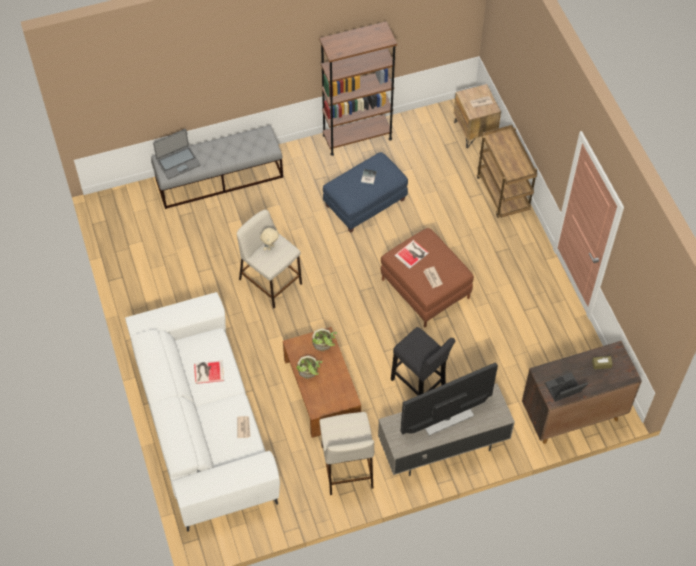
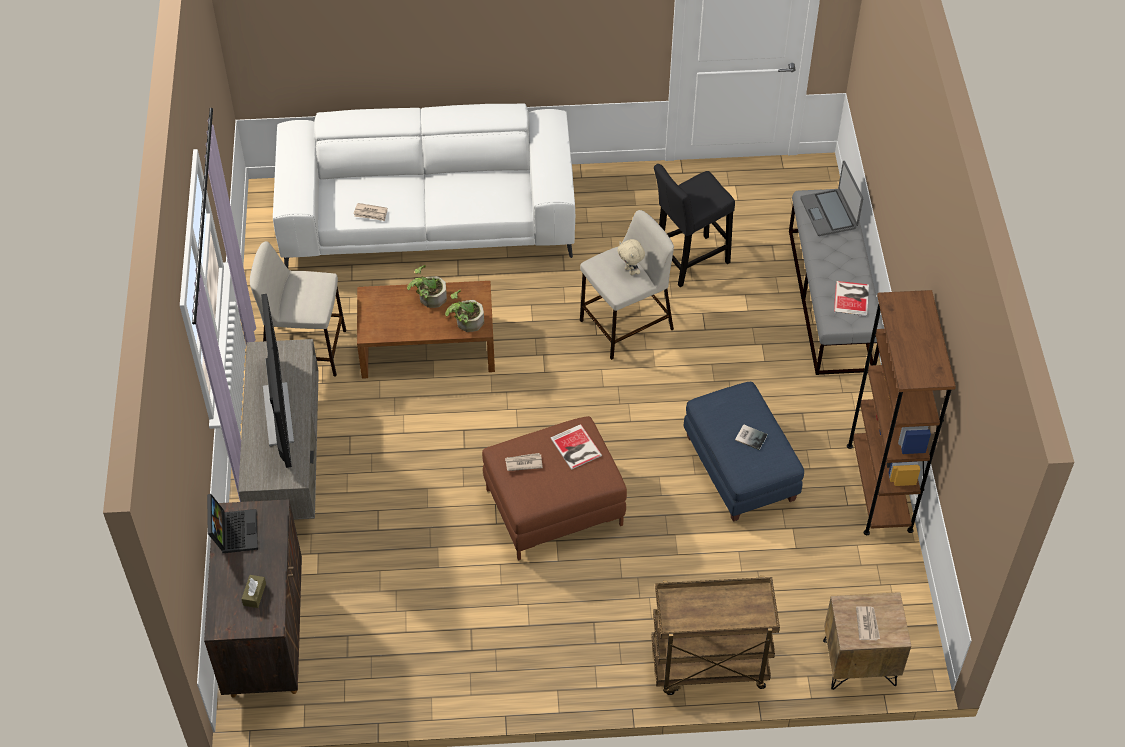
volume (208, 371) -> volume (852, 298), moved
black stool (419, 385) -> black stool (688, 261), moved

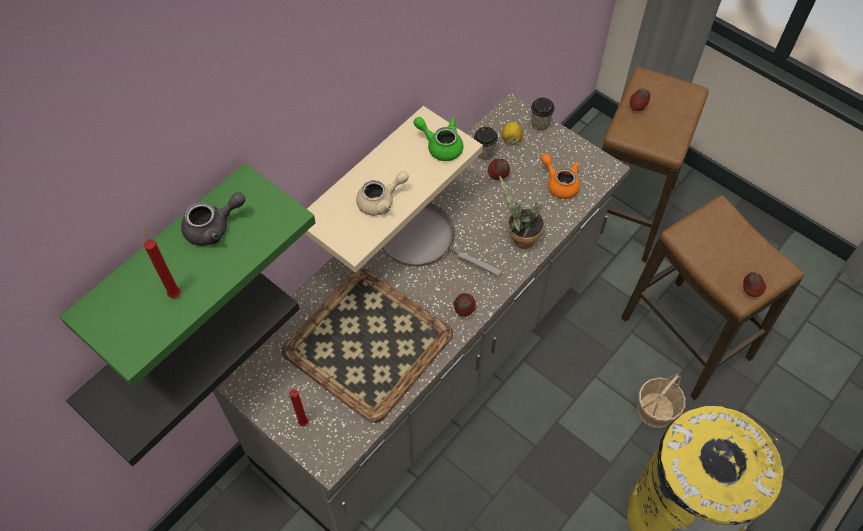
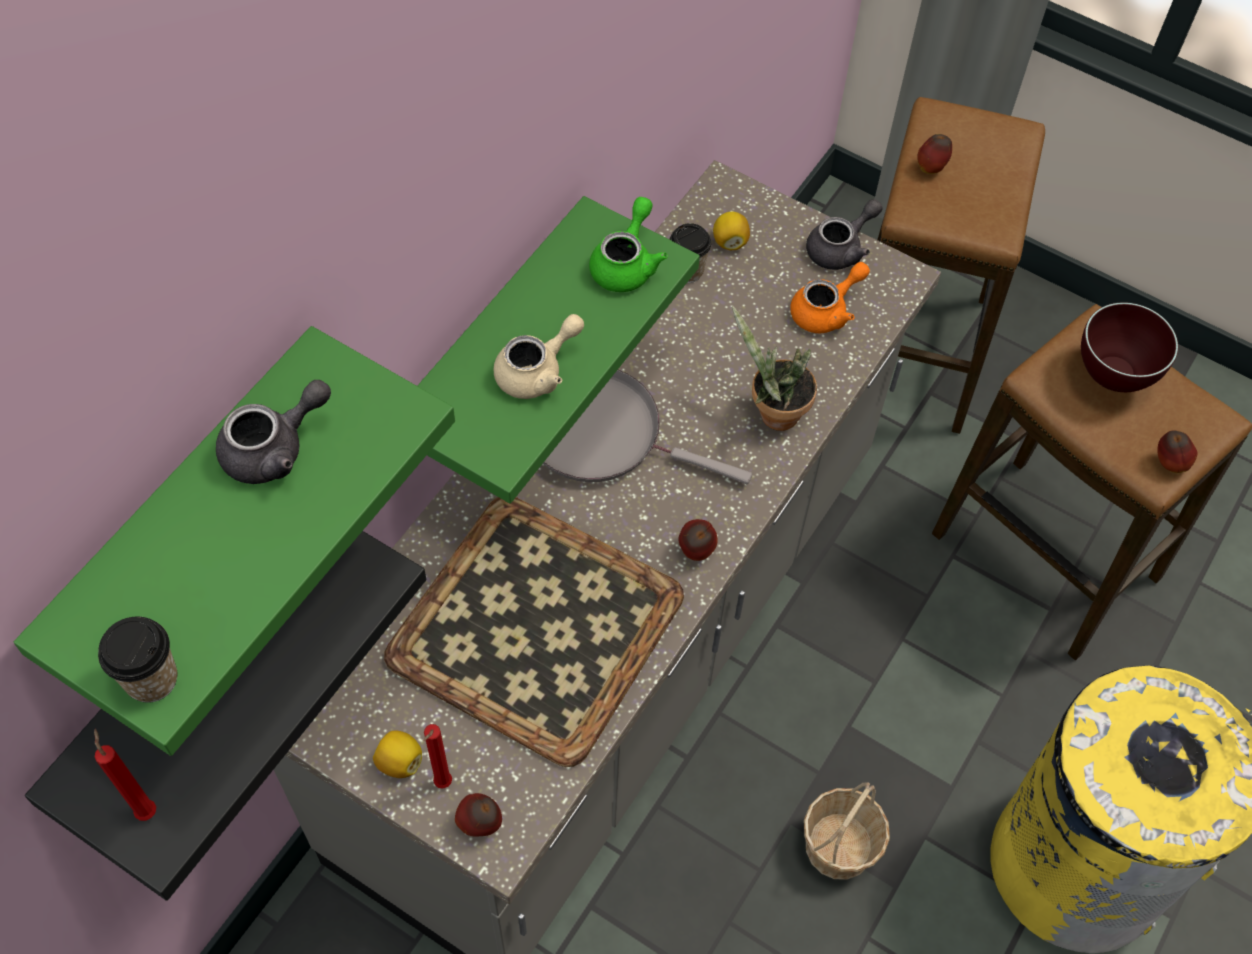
reddish candle (175, 293) -> reddish candle (146, 809), moved
sand-coloured bracket shelf (363, 180) -> greenish bracket shelf (492, 338)
greenish pot for tea (440, 146) -> greenish pot for tea (626, 264), 90 degrees clockwise
apple fruit (498, 177) -> apple fruit (480, 824), moved
drinking cup (540, 124) -> drinking cup (151, 679), moved
orangey pot for tea (560, 183) -> orangey pot for tea (826, 311), 105 degrees clockwise
household basket (656, 410) -> household basket (839, 846), moved
none -> whole lemon (399, 761)
none -> greyish pot for tea (840, 248)
none -> brown deep dish (1111, 375)

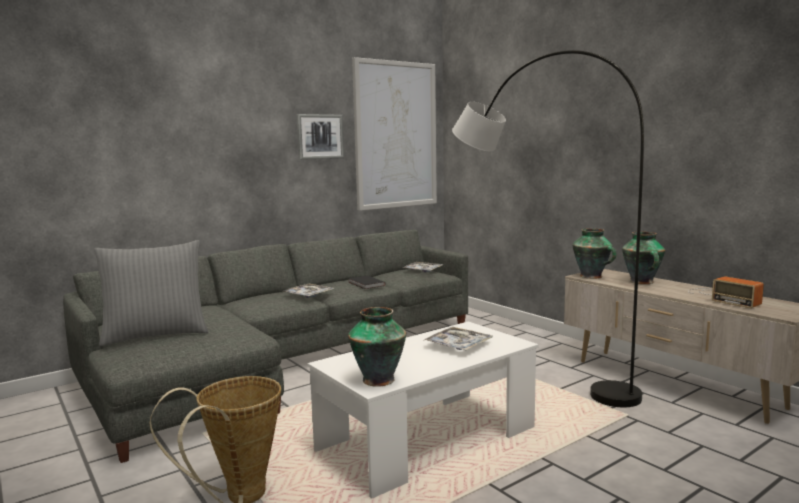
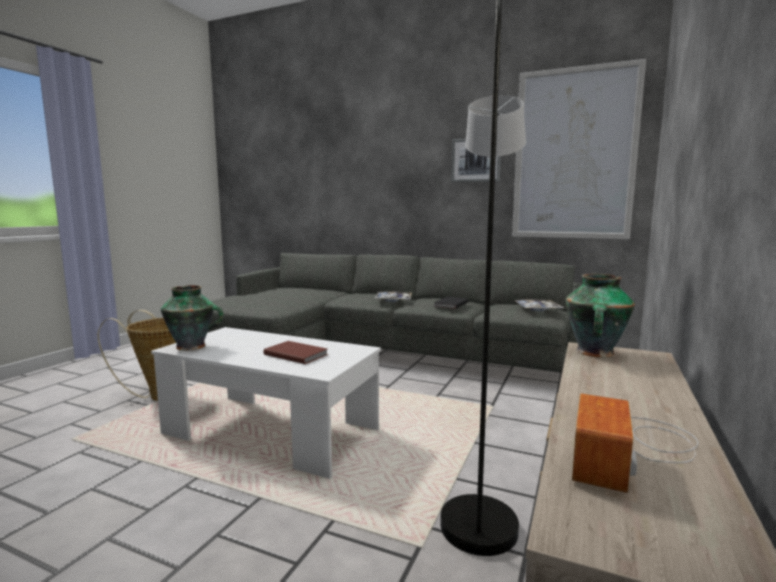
greyish cushion (156, 335) -> none
serving tray (458, 345) -> brown volume (296, 354)
decorative vase (642, 282) -> none

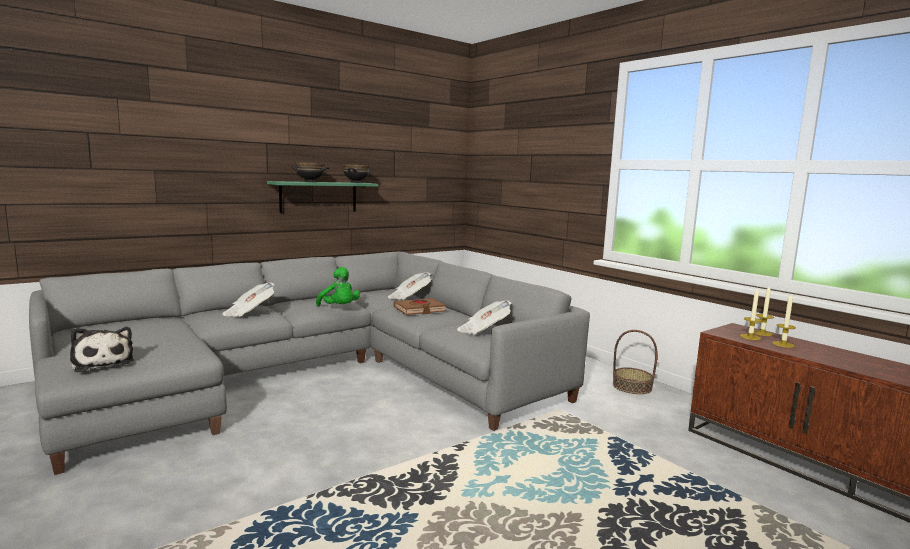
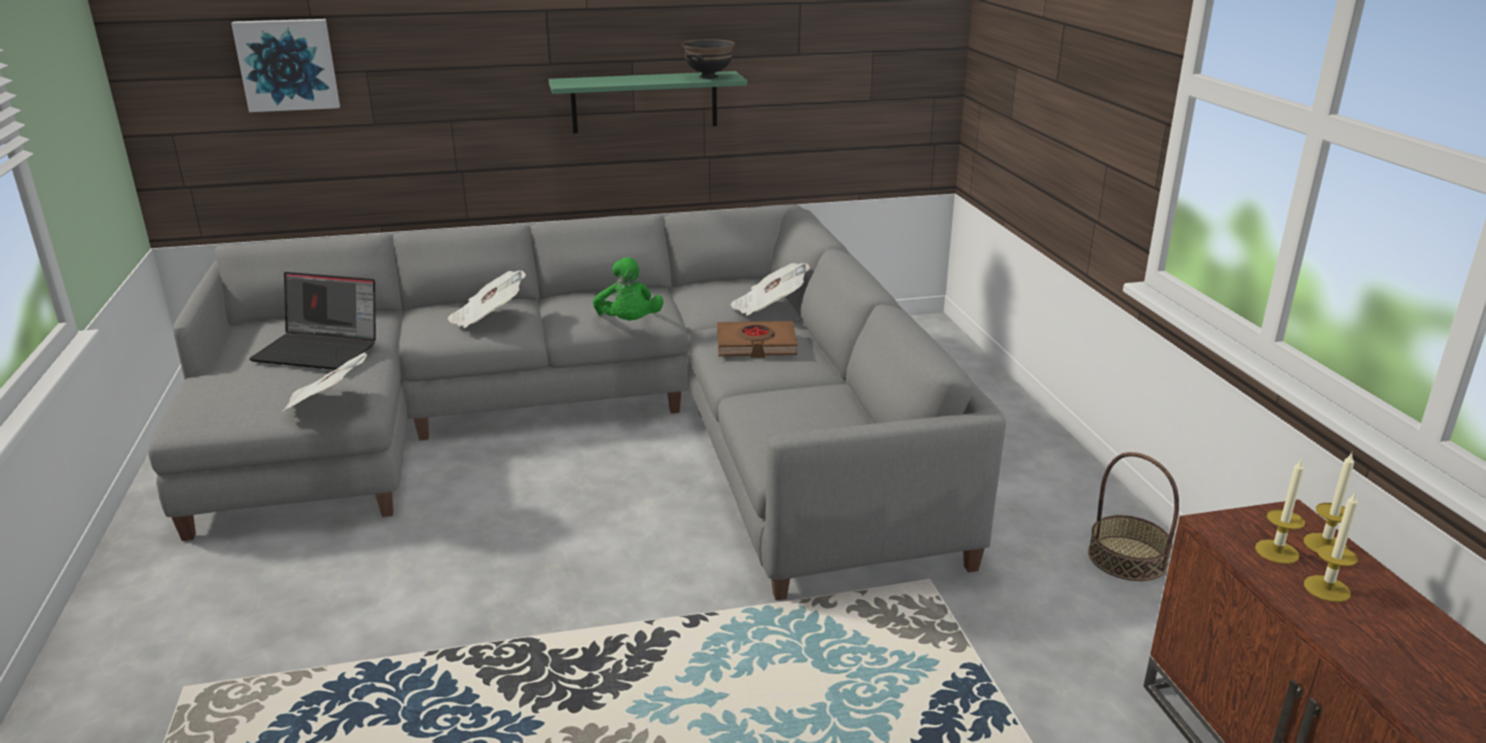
plush toy (102, 362) -> none
black deep dish (310, 182) -> none
newspaper (483, 331) -> newspaper (328, 403), moved
none -> wall picture (288, 64)
none -> portable computer (321, 350)

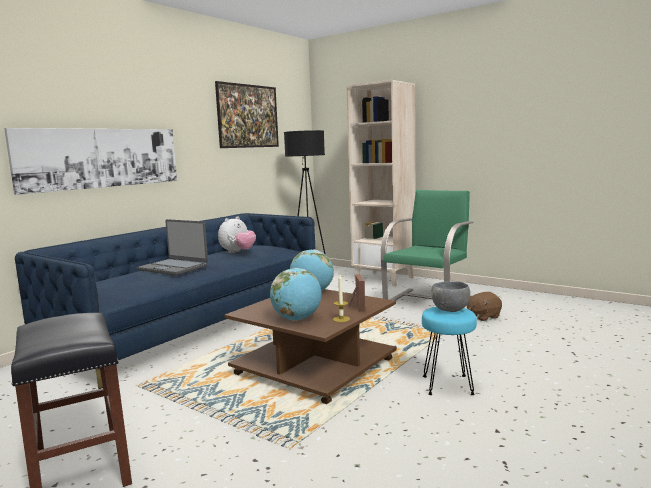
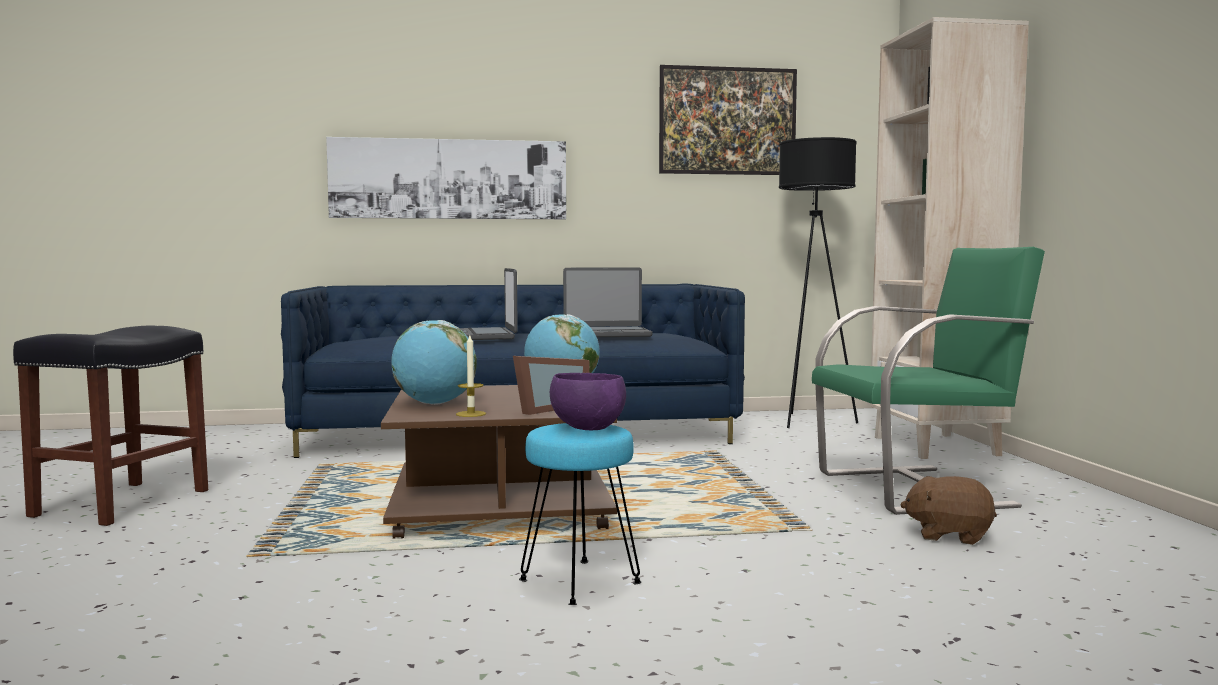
plush toy (237, 252) -> portable computer (606, 334)
greyish deep dish (450, 310) -> purple deep dish (588, 429)

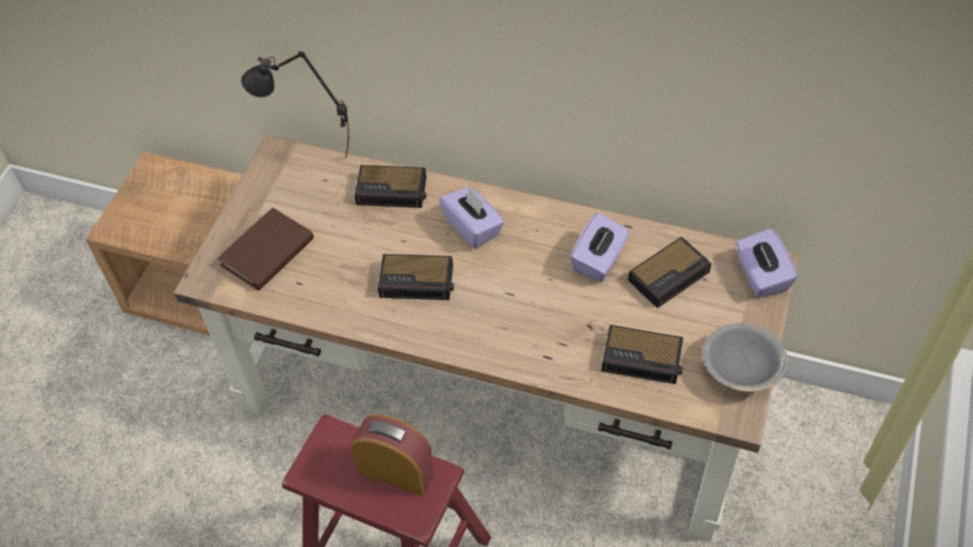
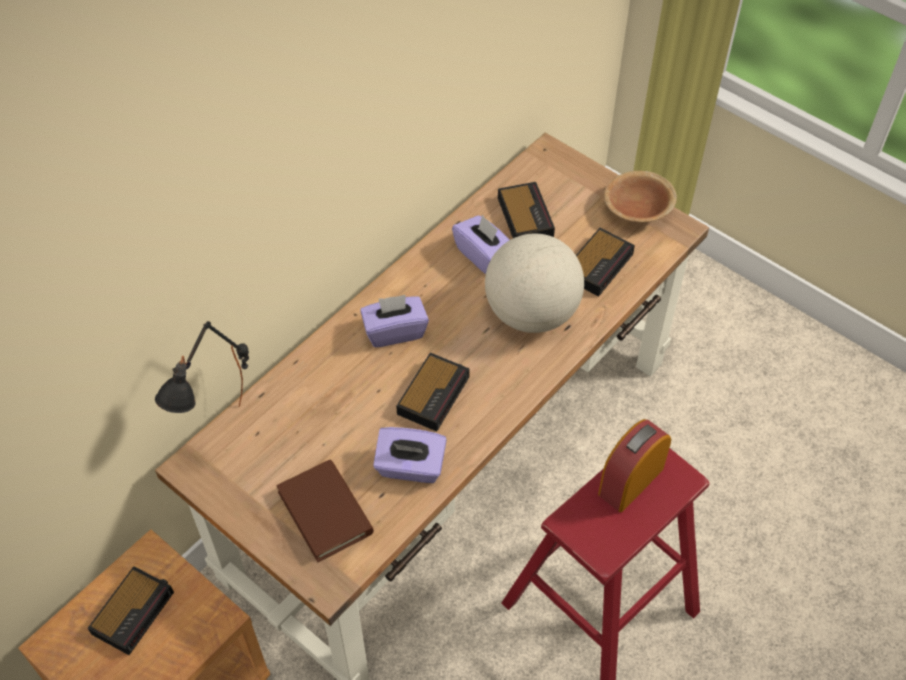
alarm clock (393, 191) -> alarm clock (134, 611), moved
greyish deep dish (741, 369) -> brown deep dish (637, 210)
purple box of tissues (761, 276) -> purple box of tissues (410, 467), moved
none -> globe (531, 313)

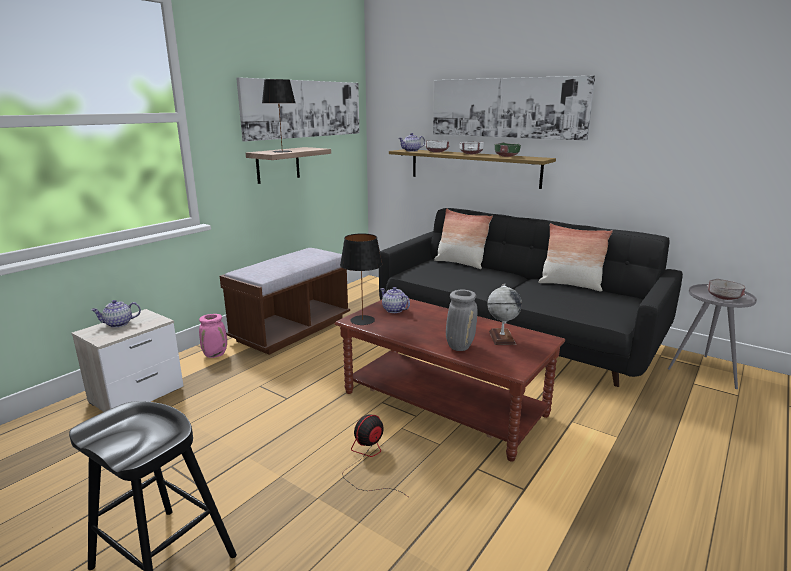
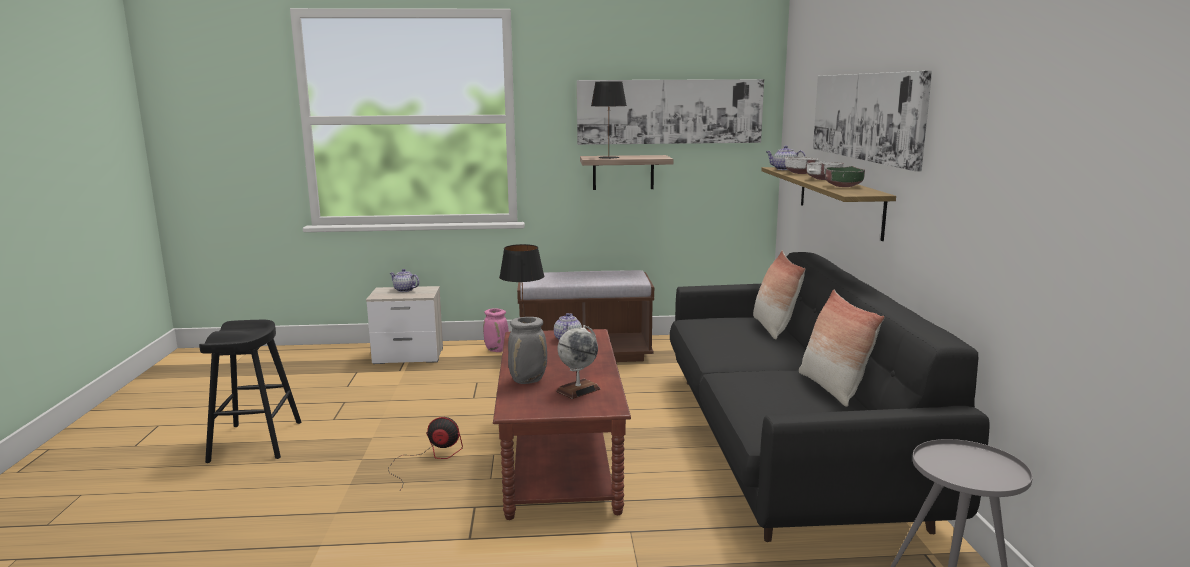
greyish deep dish (723, 298) -> none

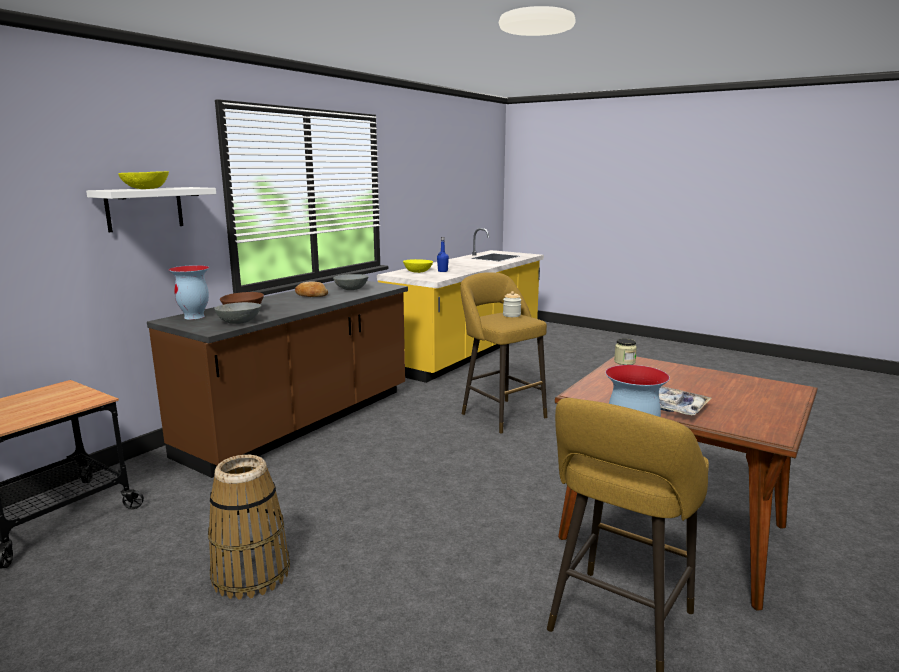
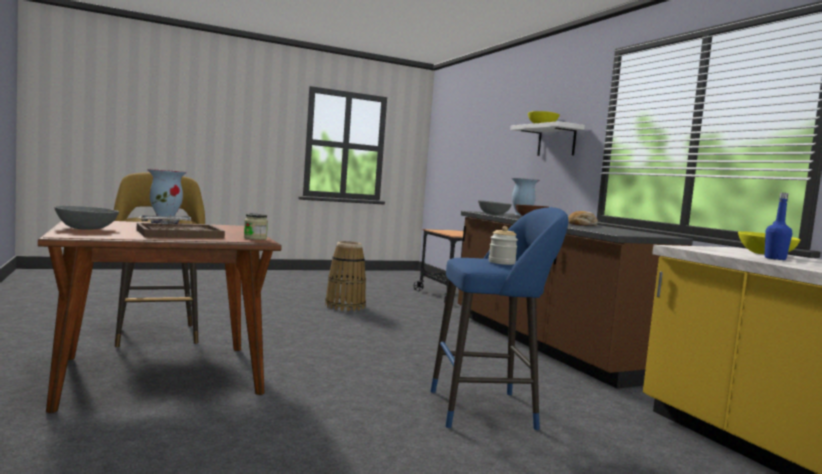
greyish deep dish (351, 289) -> greyish deep dish (85, 228), moved
yellow stool (500, 414) -> blue-coloured stool (488, 409)
none -> brown serving tray (179, 234)

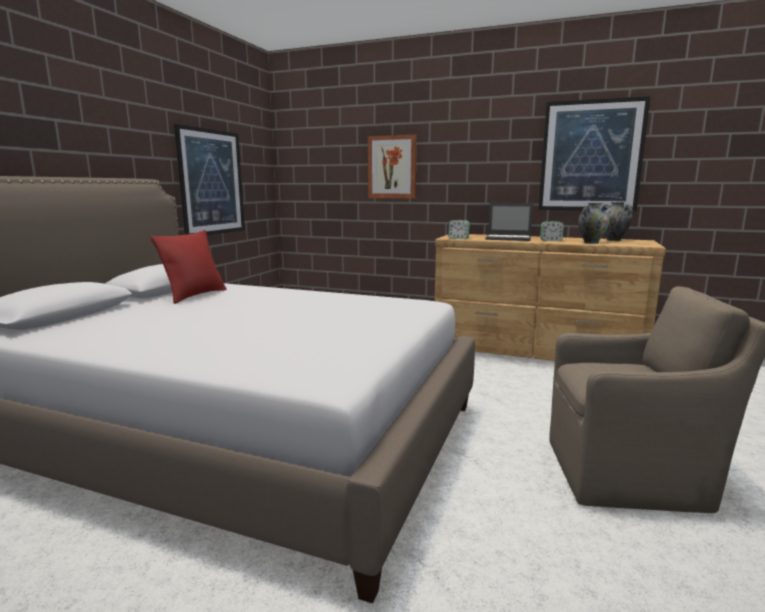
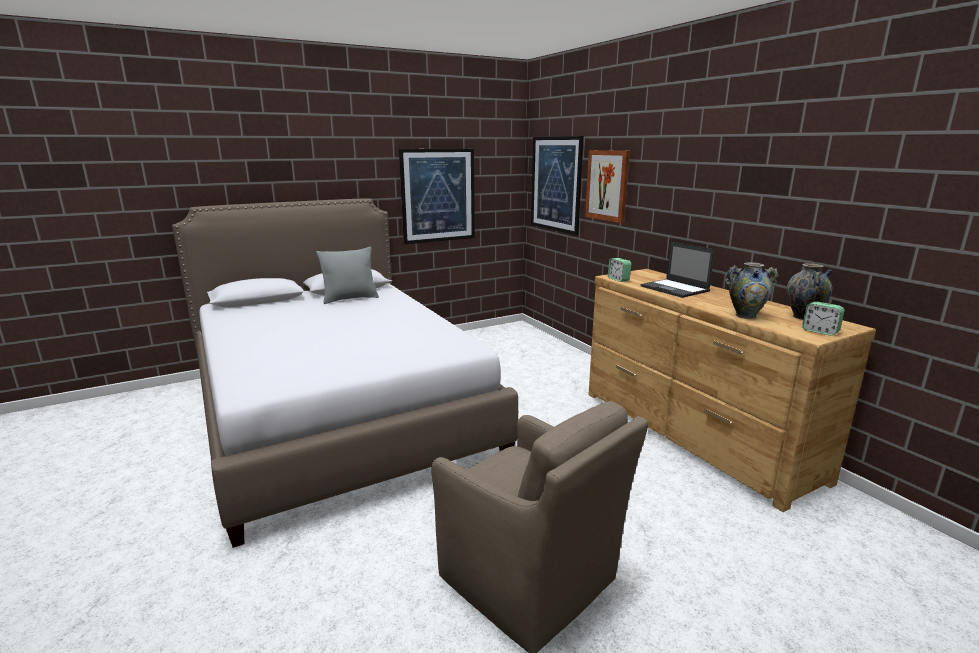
reddish cushion (194, 295) -> greyish cushion (350, 299)
wall picture (591, 156) -> wall picture (556, 184), moved
alarm clock (551, 240) -> alarm clock (820, 331), moved

